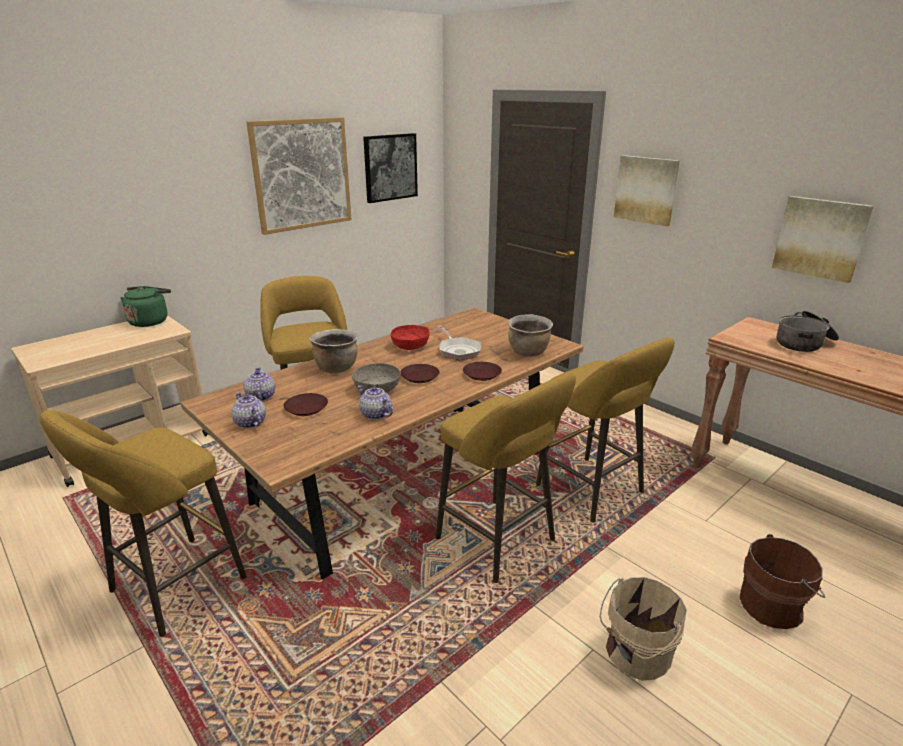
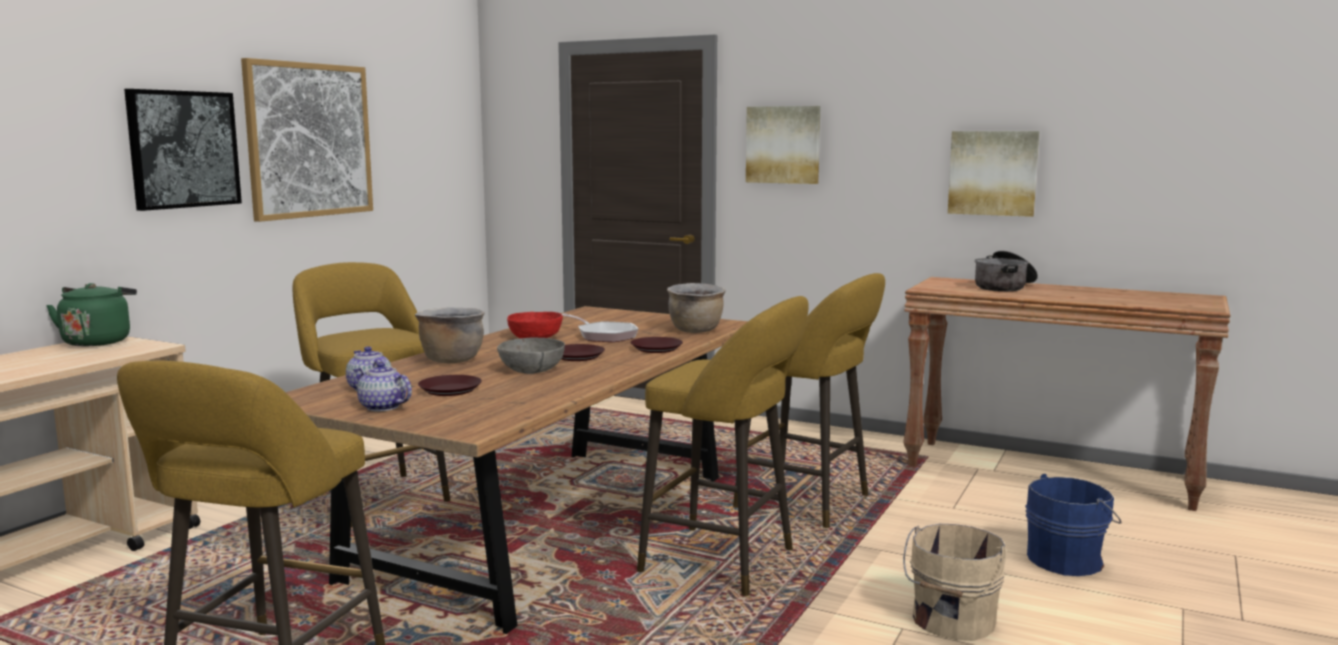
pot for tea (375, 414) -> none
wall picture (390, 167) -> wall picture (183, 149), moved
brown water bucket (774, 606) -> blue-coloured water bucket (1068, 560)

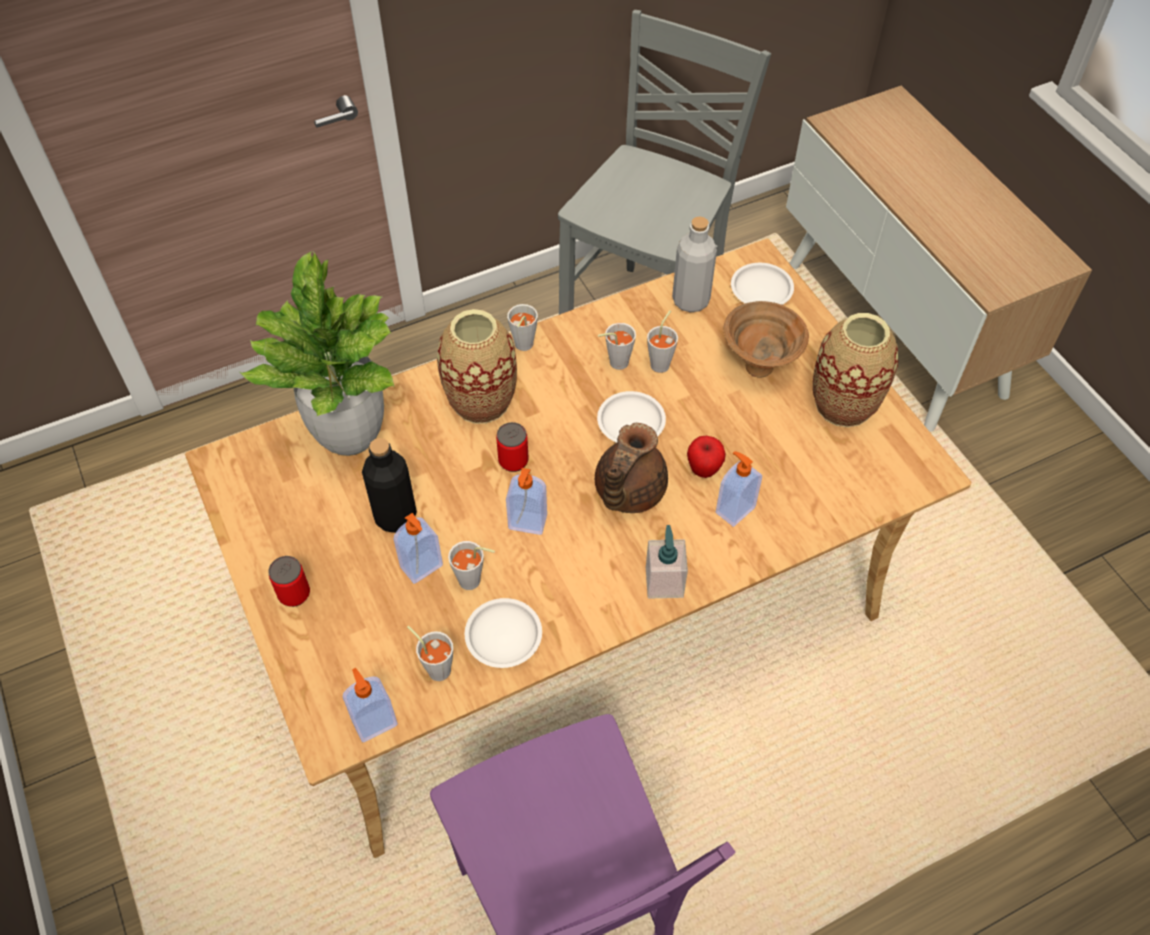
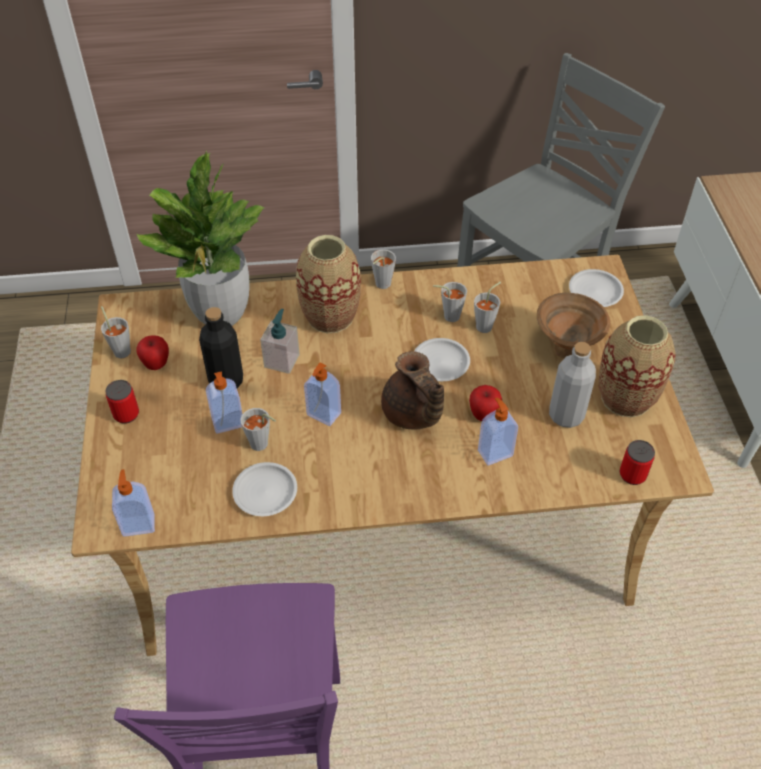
greyish drinking cup (435, 667) -> greyish drinking cup (121, 349), moved
can (513, 461) -> can (632, 474), moved
brown pot for tea (627, 492) -> brown pot for tea (413, 414), 75 degrees counterclockwise
soap dispenser (664, 582) -> soap dispenser (282, 360), moved
greyish bottle (690, 300) -> greyish bottle (566, 415), moved
none -> apple fruit (156, 364)

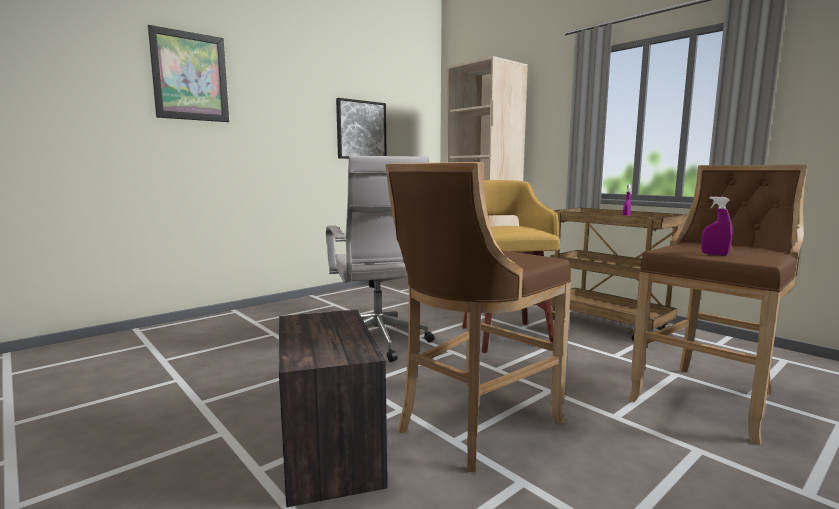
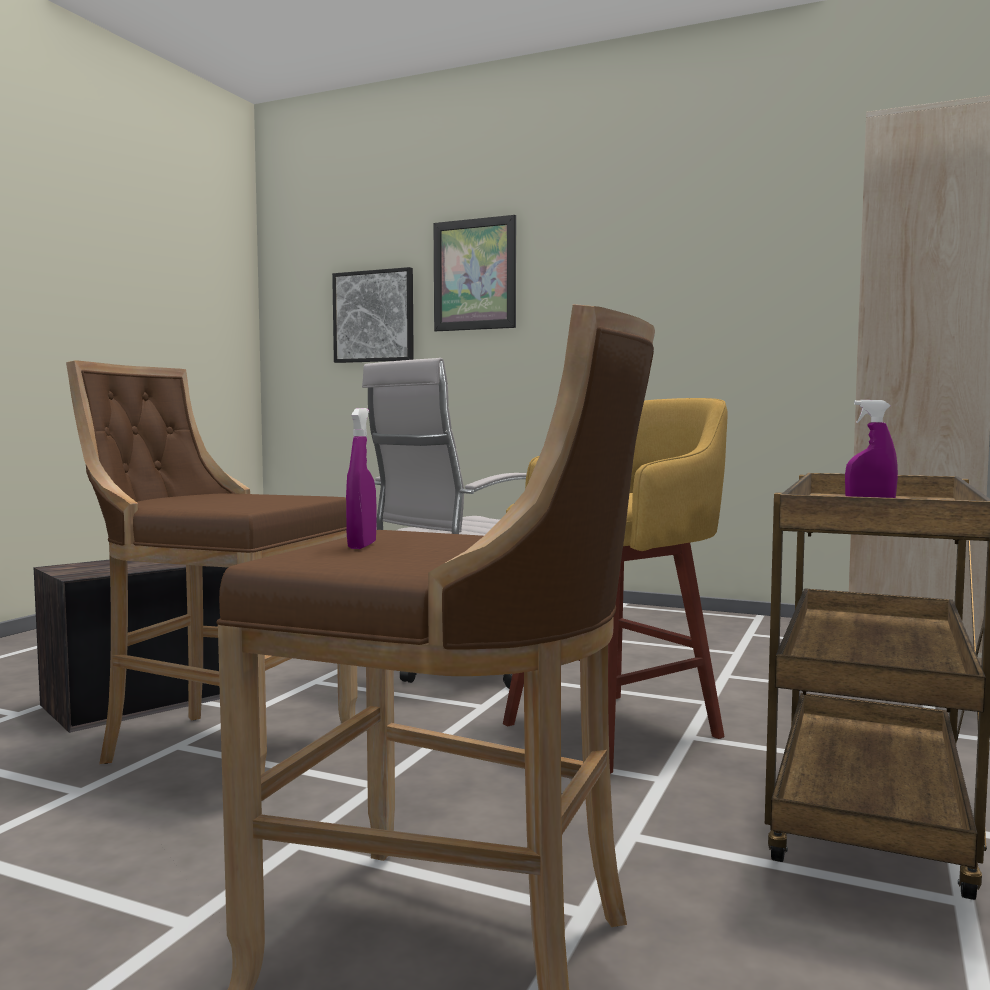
wall picture (361, 130) -> wall picture (374, 316), moved

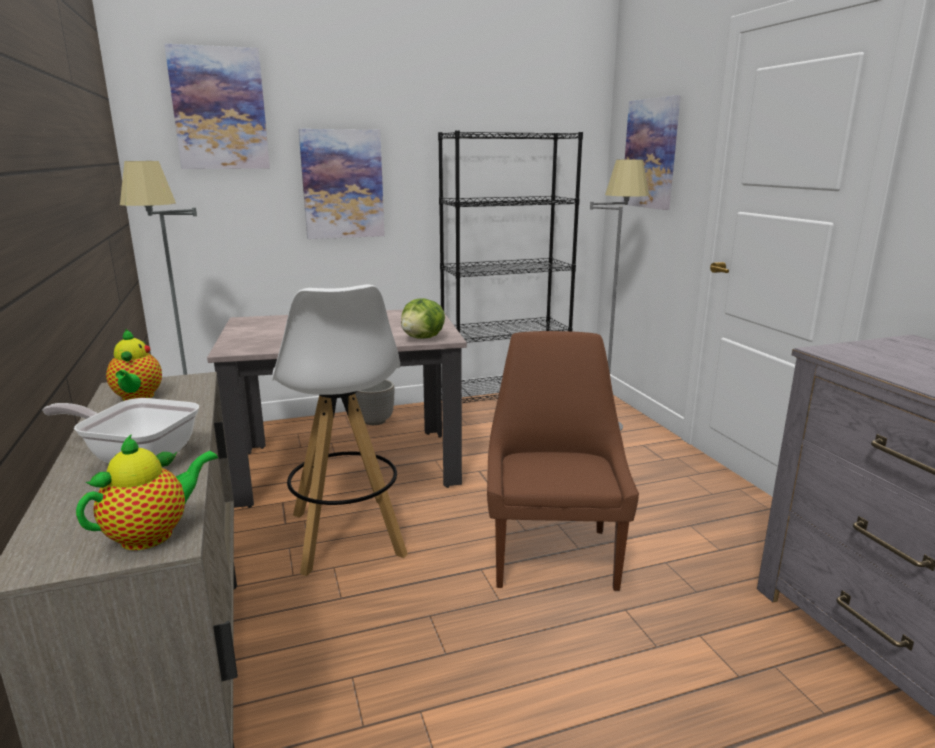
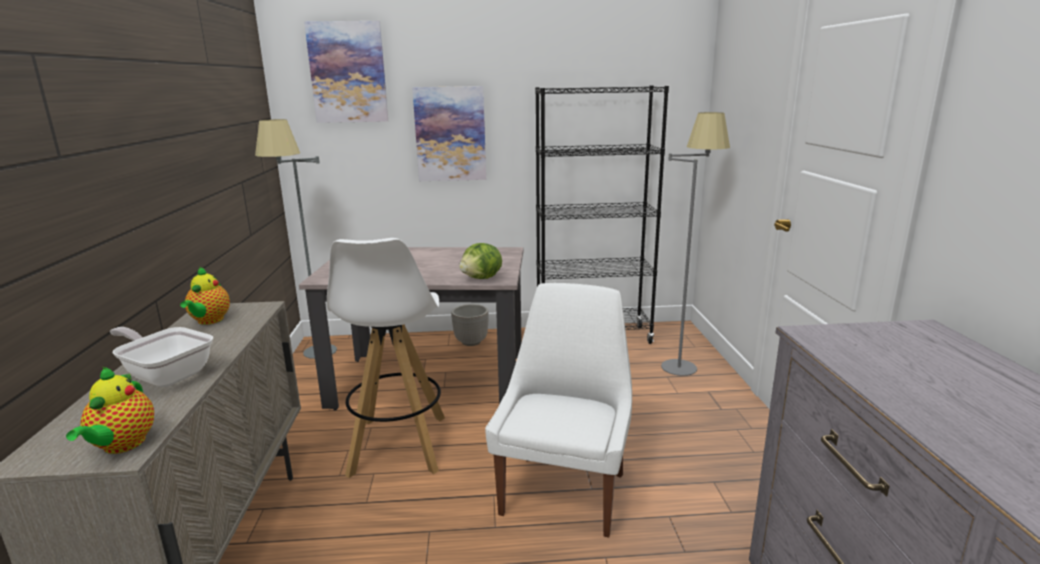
pot for tea (153, 534) -> pot for tea (122, 446), 120 degrees clockwise
brown chair (553, 554) -> white-coloured chair (565, 490)
wall picture (651, 154) -> none

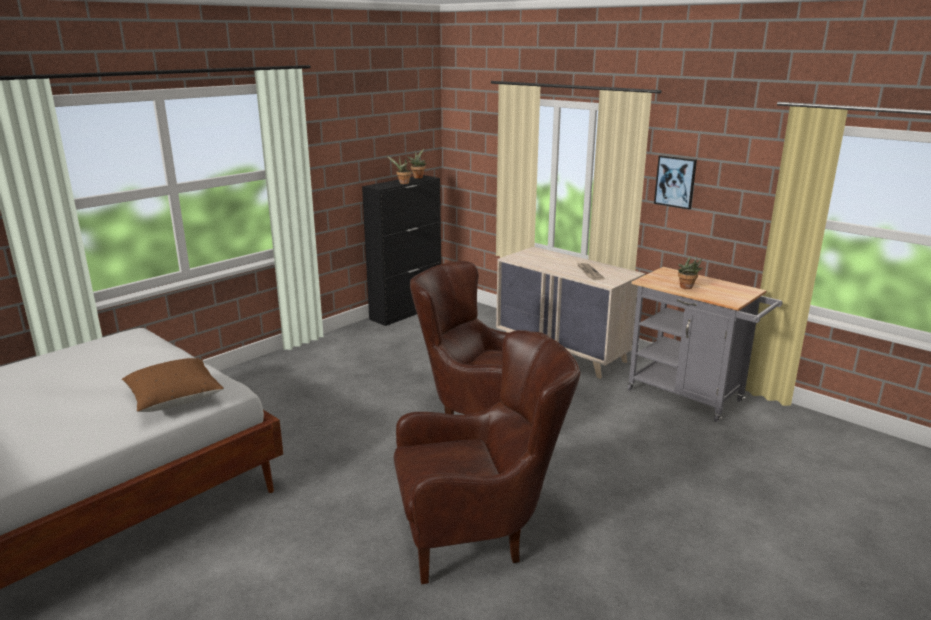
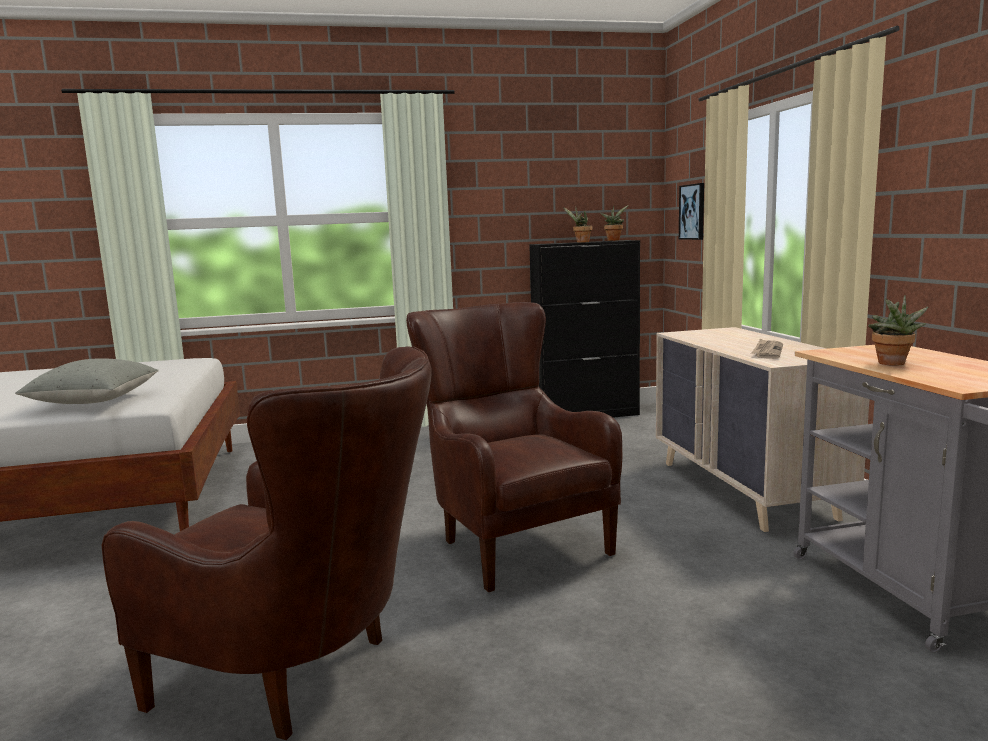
brown cushion (174, 399) -> greyish cushion (94, 401)
wall picture (675, 181) -> wall picture (692, 212), moved

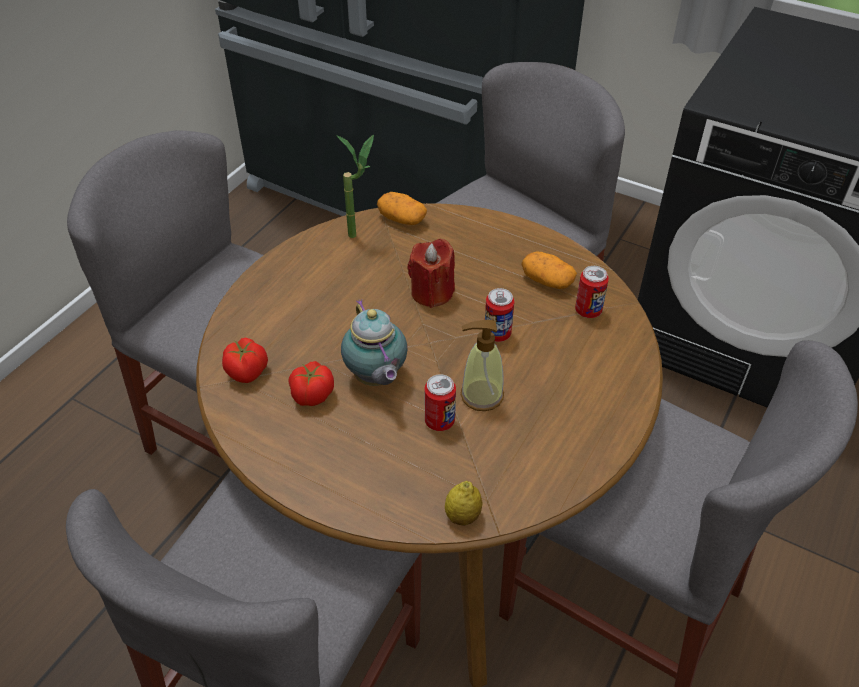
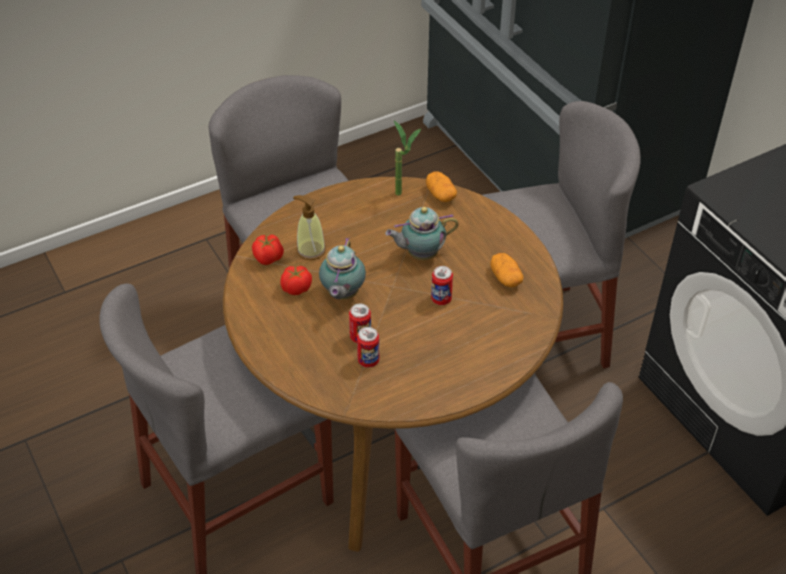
reddish candle (432, 292) -> pot for tea (420, 254)
whole lemon (462, 516) -> none
soap dispenser (481, 395) -> soap dispenser (311, 250), moved
can (588, 311) -> can (368, 360), moved

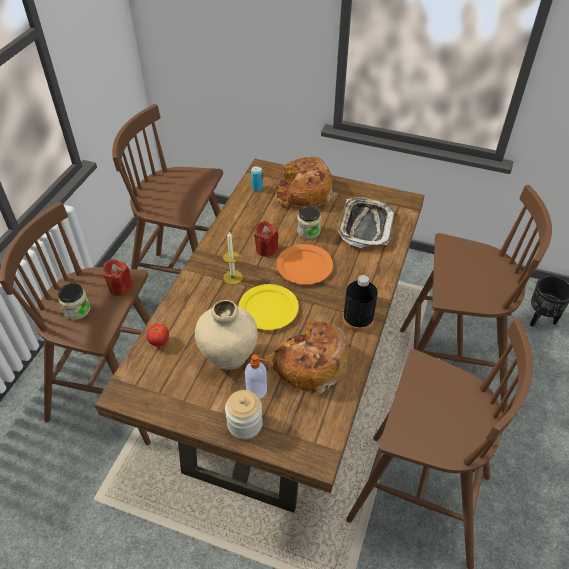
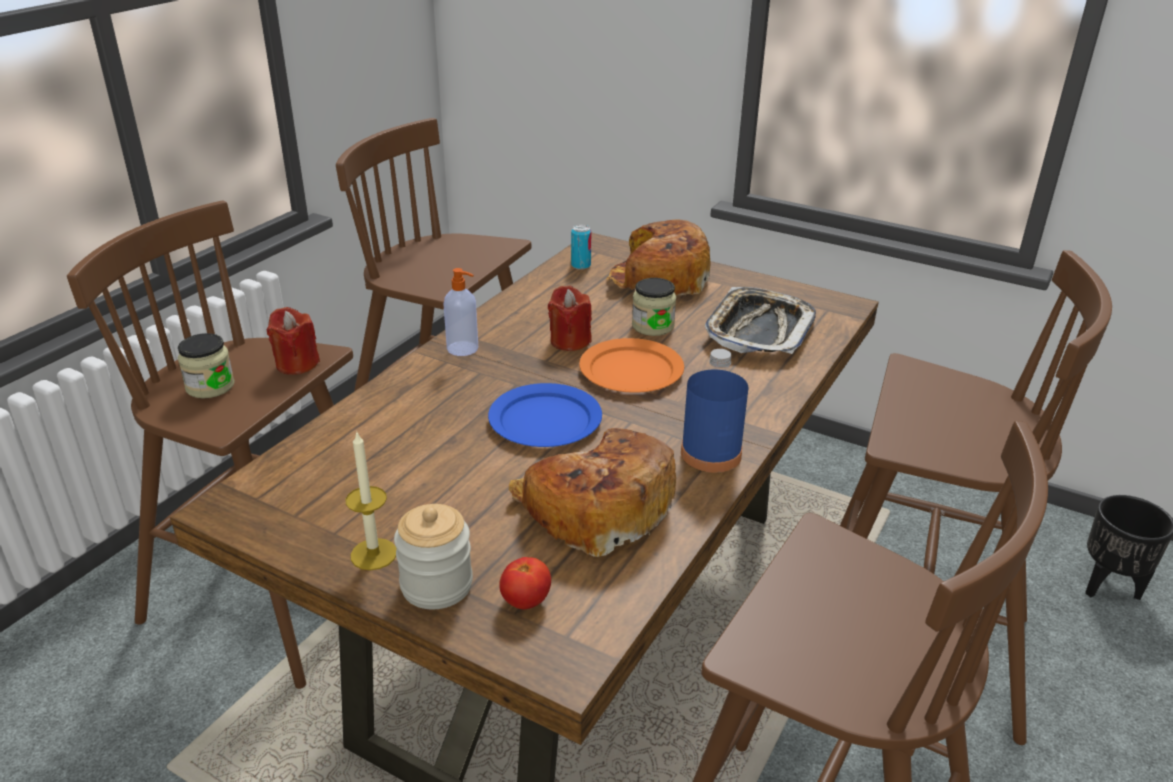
whole tomato (159, 341) -> whole tomato (525, 601), moved
sand-coloured decorative vase (229, 357) -> none
candle (233, 277) -> candle (373, 554), moved
yellow dinner plate (268, 309) -> blue-coloured dinner plate (544, 420)
soap dispenser (257, 391) -> soap dispenser (463, 349), moved
black bottle (358, 319) -> blue-coloured bottle (711, 454)

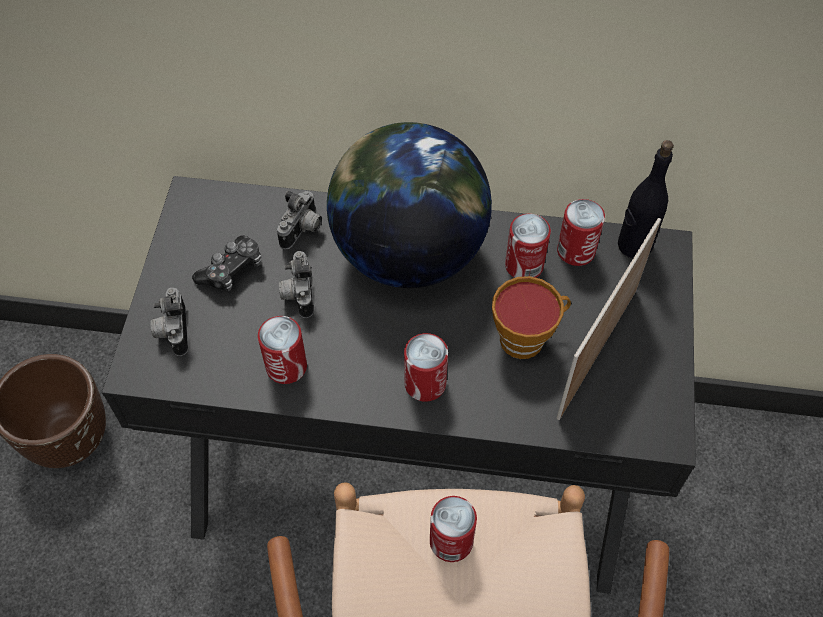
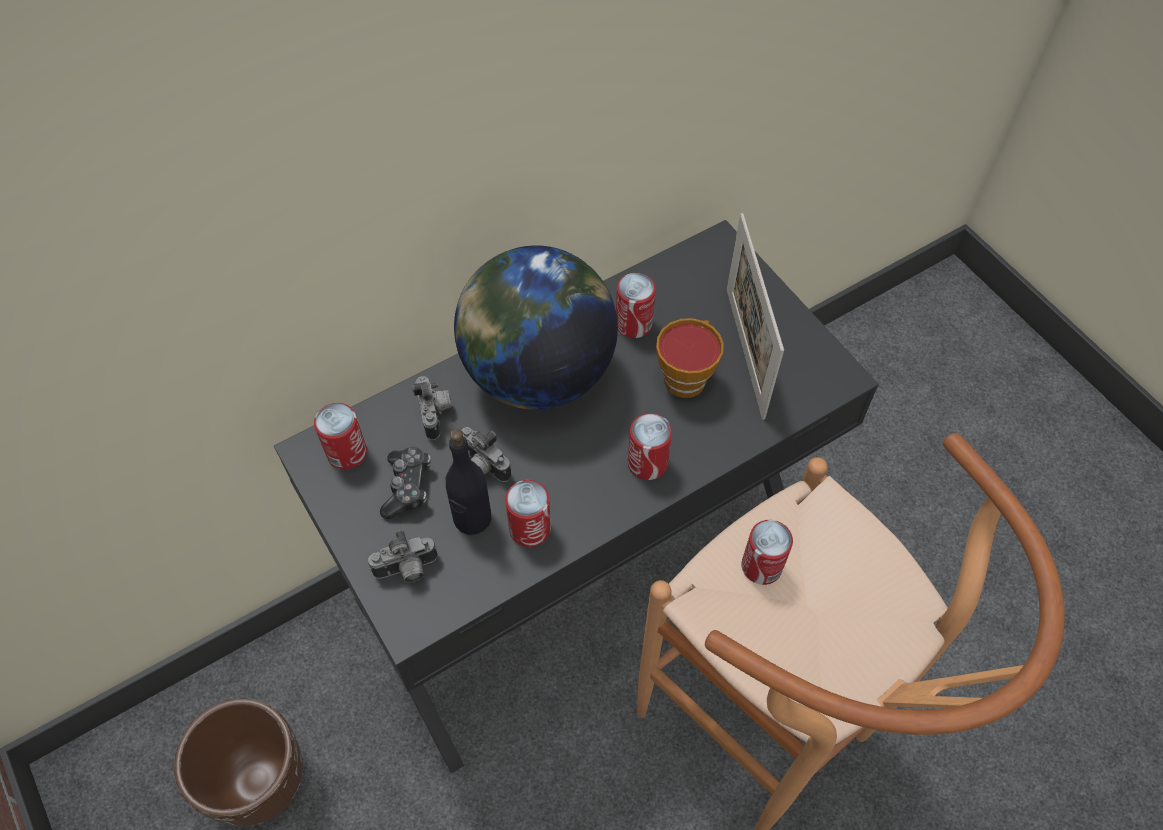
still camera (173, 331) -> still camera (407, 570), 60 degrees counterclockwise
can (576, 251) -> can (347, 453), moved
black bottle (634, 245) -> black bottle (472, 518), moved

